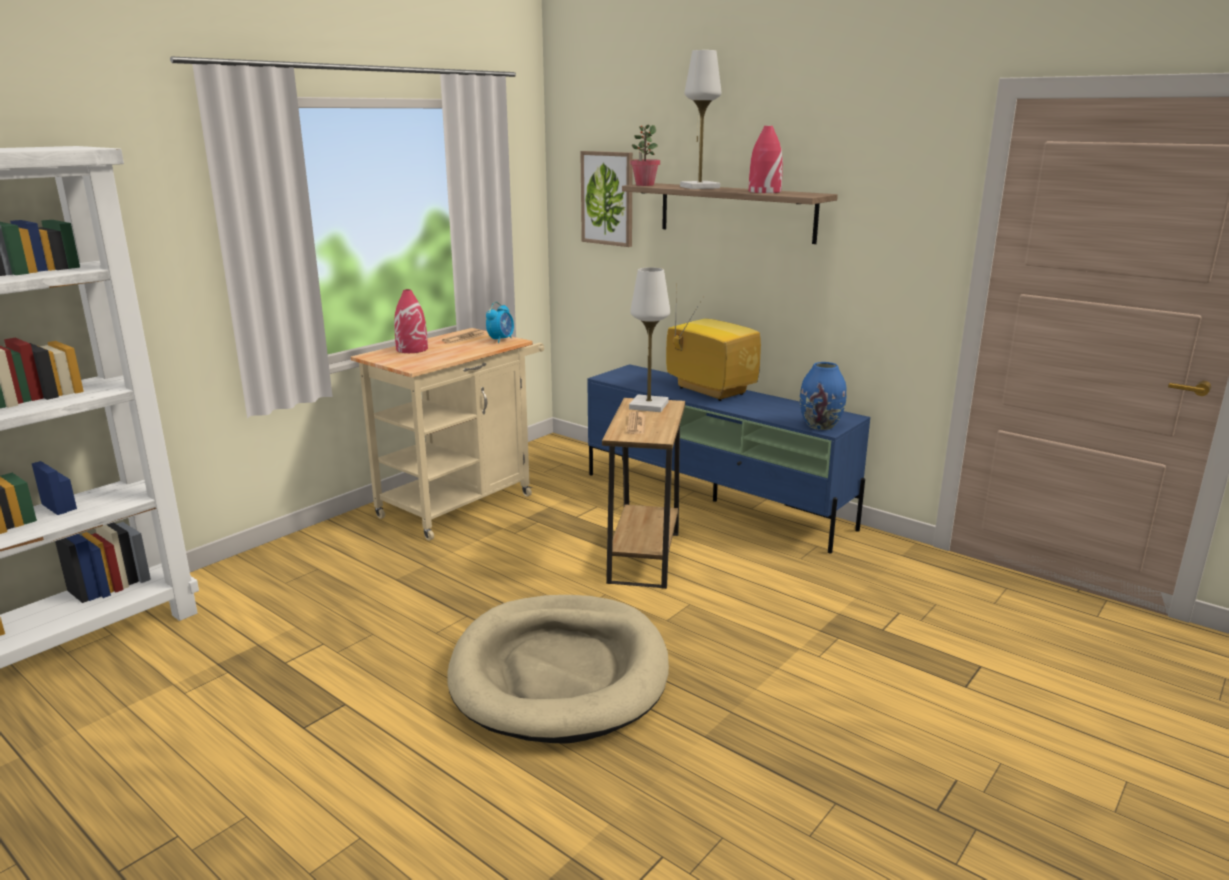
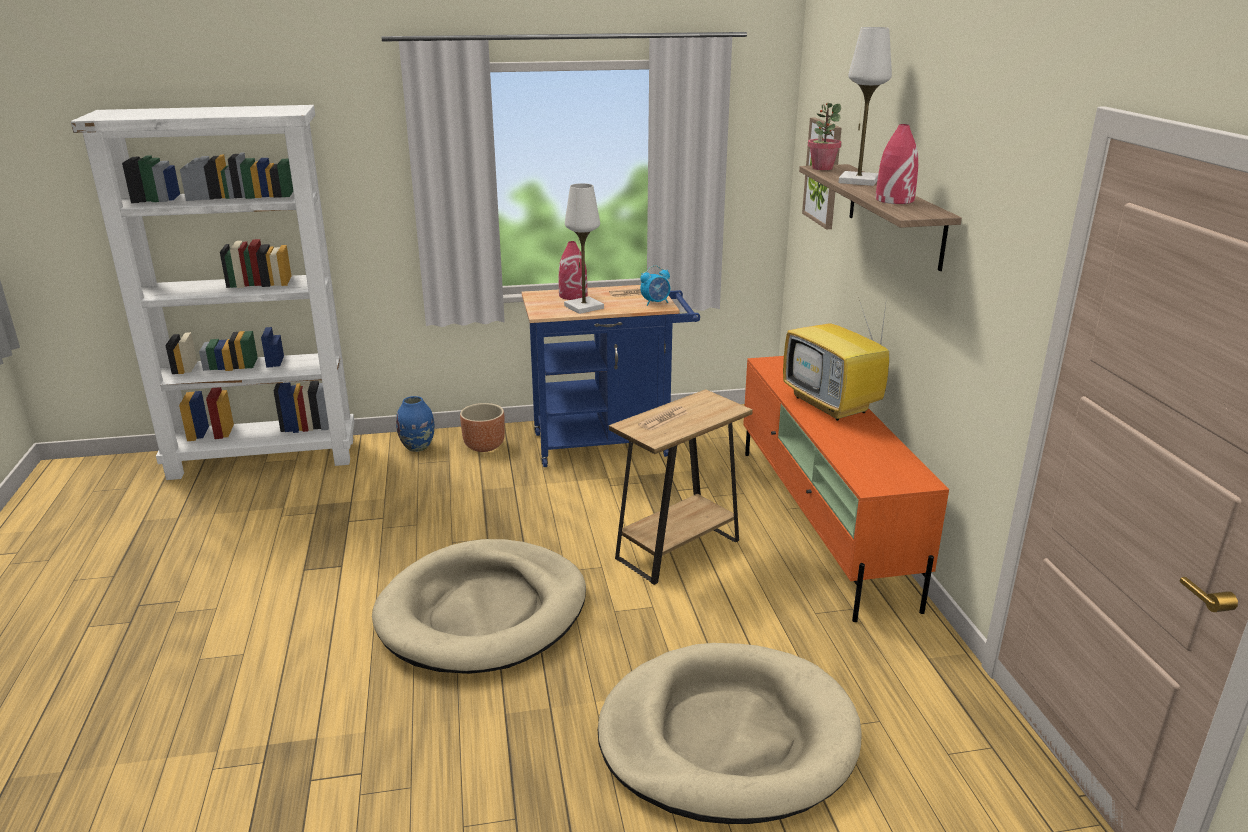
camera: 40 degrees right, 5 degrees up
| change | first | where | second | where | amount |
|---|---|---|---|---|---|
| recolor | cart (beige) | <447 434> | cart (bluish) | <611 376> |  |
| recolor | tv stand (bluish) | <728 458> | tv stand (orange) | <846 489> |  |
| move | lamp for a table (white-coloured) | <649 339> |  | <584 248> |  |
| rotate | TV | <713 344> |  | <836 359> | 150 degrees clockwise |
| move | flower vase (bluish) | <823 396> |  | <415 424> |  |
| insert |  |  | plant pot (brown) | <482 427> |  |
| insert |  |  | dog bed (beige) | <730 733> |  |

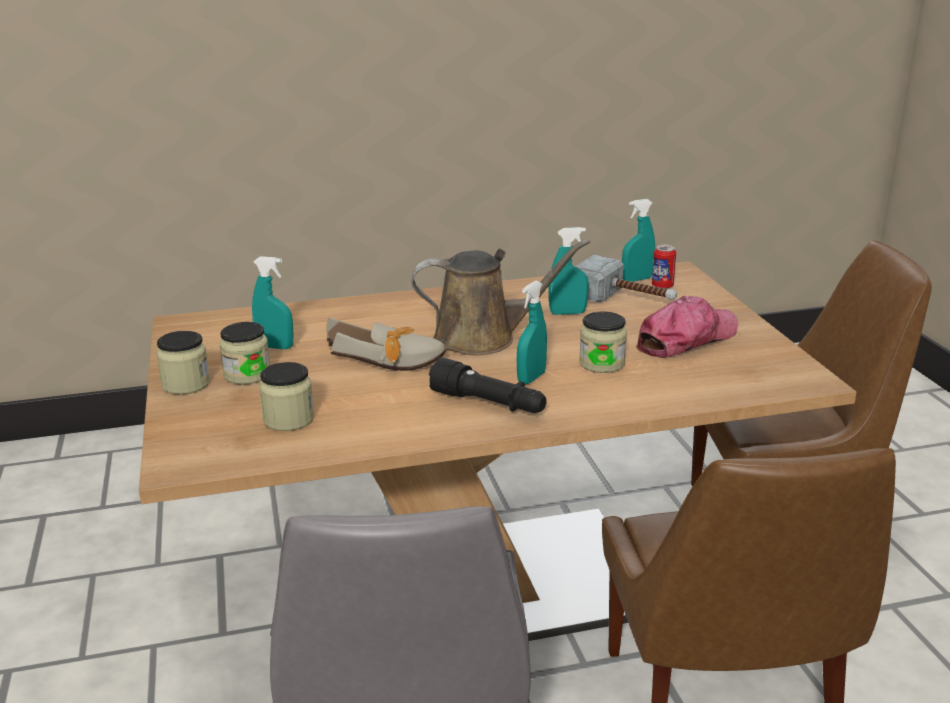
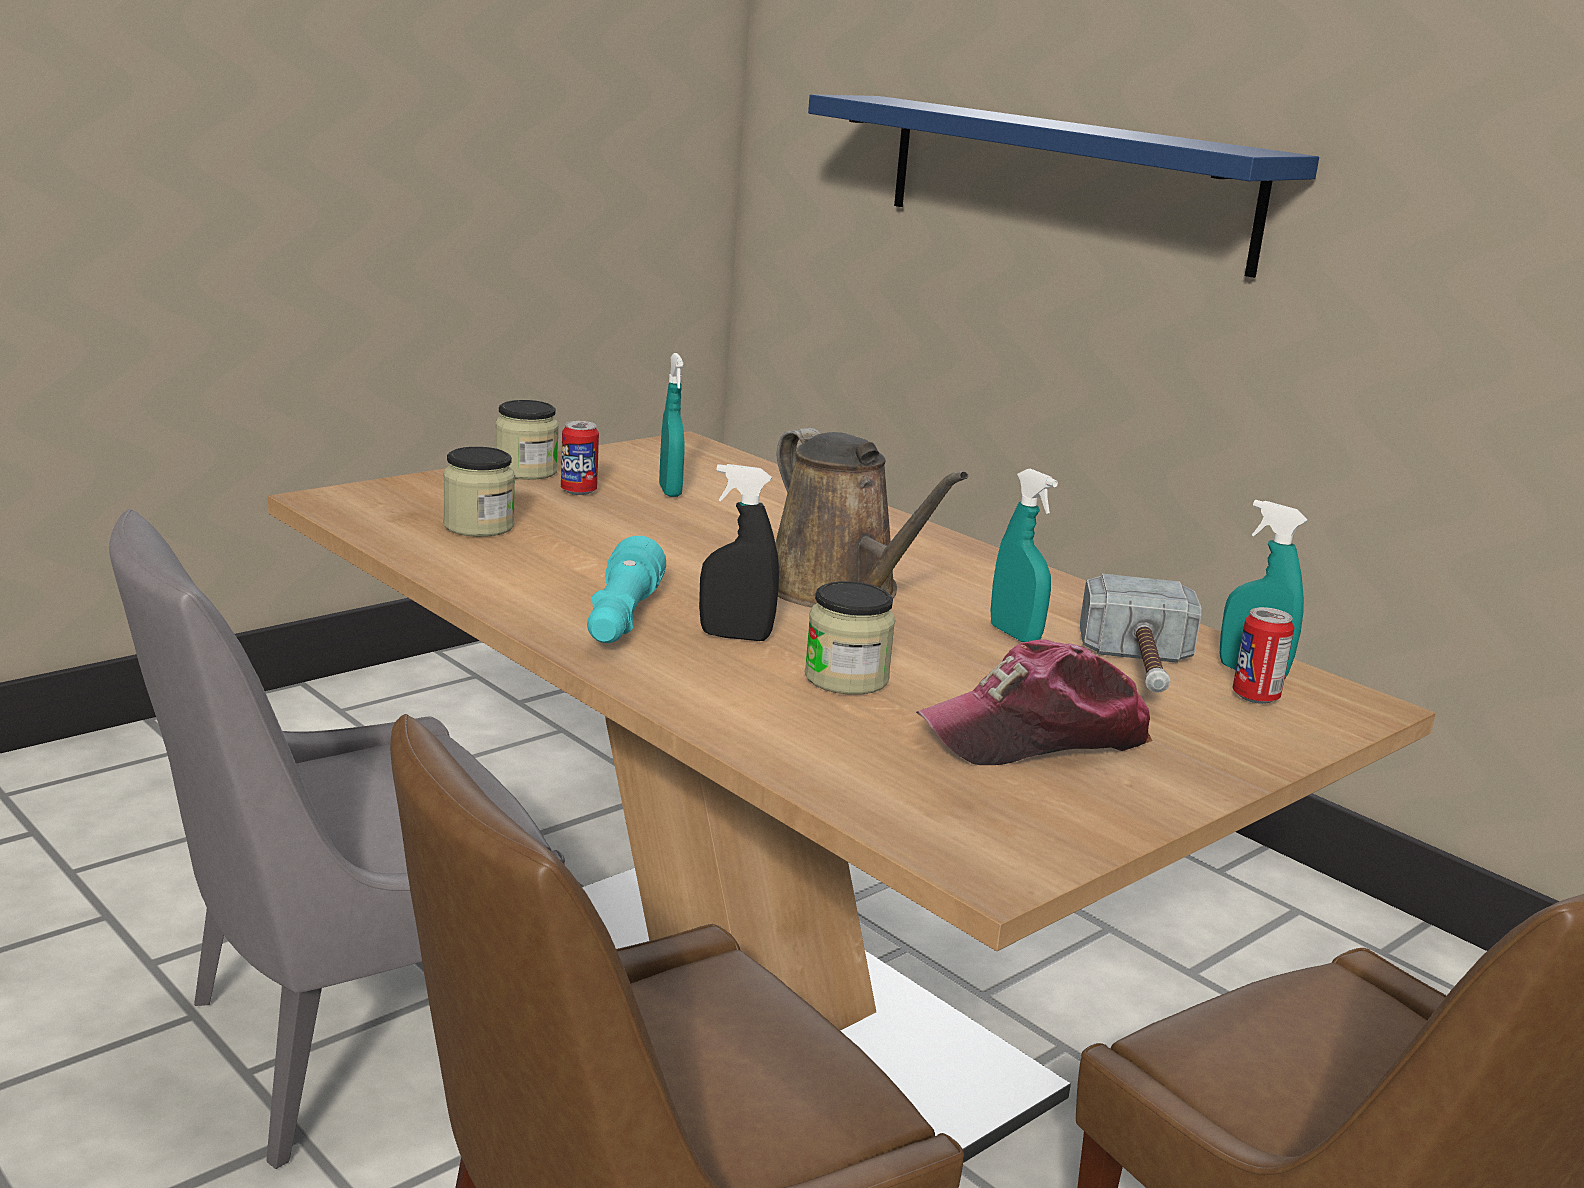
camera: 60 degrees right, 5 degrees down
| change | first | where | second | where | amount |
|---|---|---|---|---|---|
| replace | preserve jar | <244 353> | sealed can | <580 458> |  |
| delete | shoe | <386 344> |  |  |  |
| recolor | hand torch (black) | <488 385> | hand torch (turquoise) | <626 589> |  |
| recolor | spray bottle (turquoise) | <532 332> | spray bottle (black) | <739 552> |  |
| rotate | baseball cap | <687 327> |  | <1034 702> | 135 degrees clockwise |
| insert |  |  | wall shelf (bluish) | <1063 186> |  |

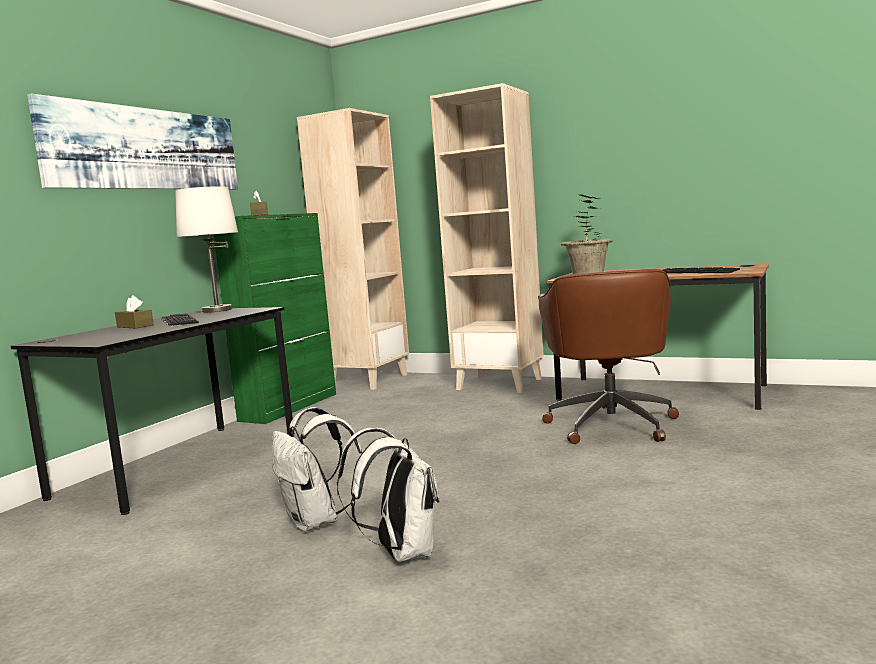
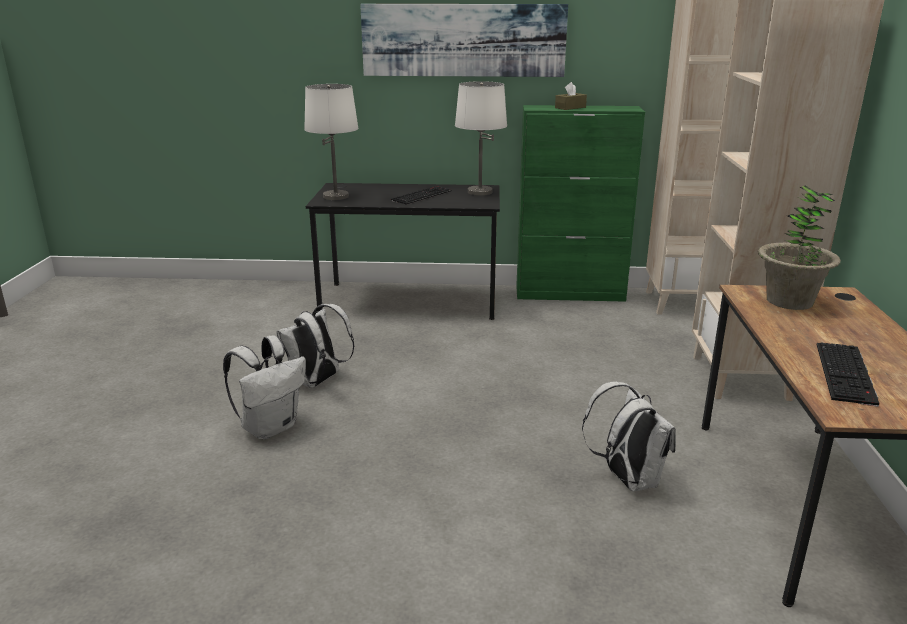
camera: 65 degrees right, 15 degrees up
| change | first | where | second | where | amount |
|---|---|---|---|---|---|
| delete | tissue holder (brown) | <134 311> |  |  |  |
| replace | office chair (brown) | <608 356> | rucksack (white-coloured) | <629 437> |  |
| insert |  |  | lamp for a table (white-coloured) | <331 142> |  |

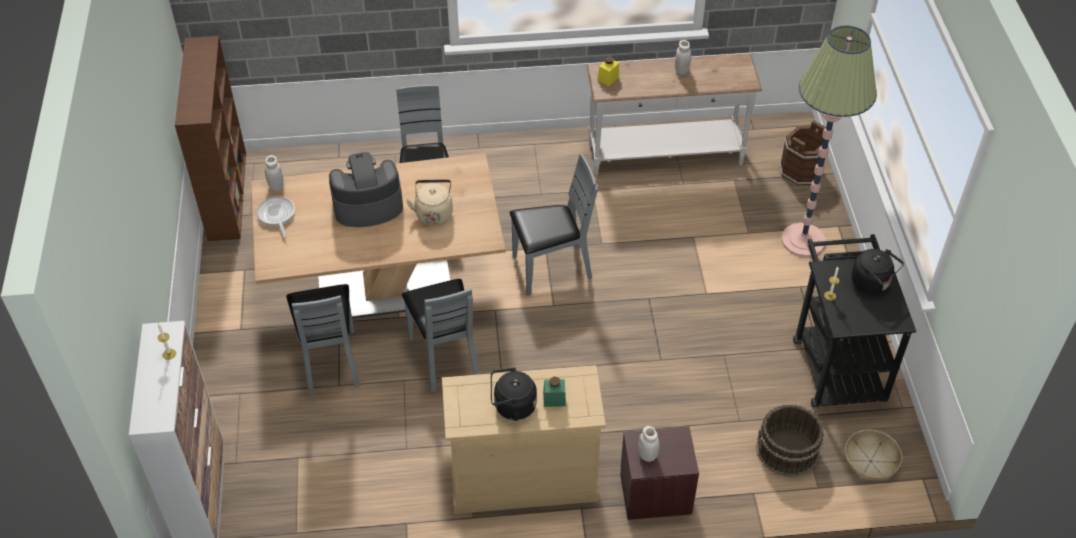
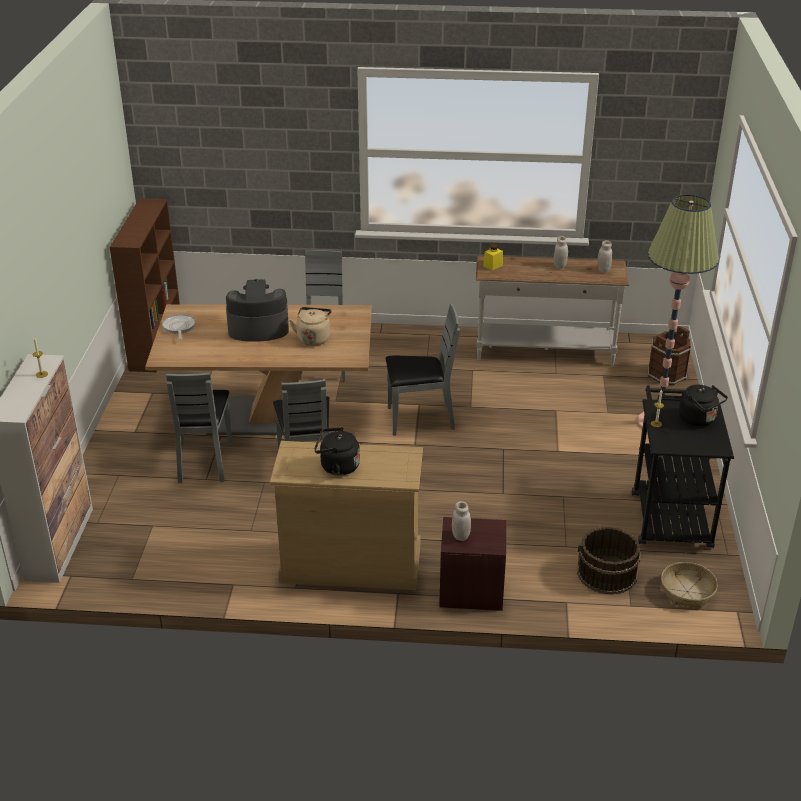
camera: 10 degrees right, 15 degrees down
| change | first | where | second | where | amount |
|---|---|---|---|---|---|
| move | preserve jar (white-coloured) | <274 173> |  | <604 257> |  |
| delete | preserve jar (green-coloured) | <554 391> |  |  |  |

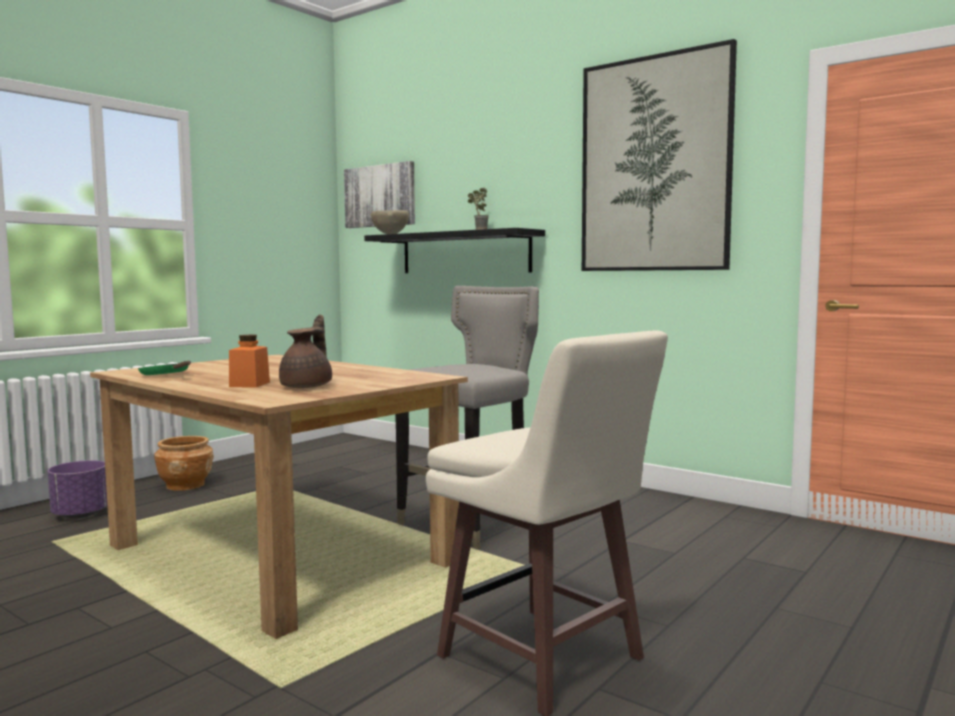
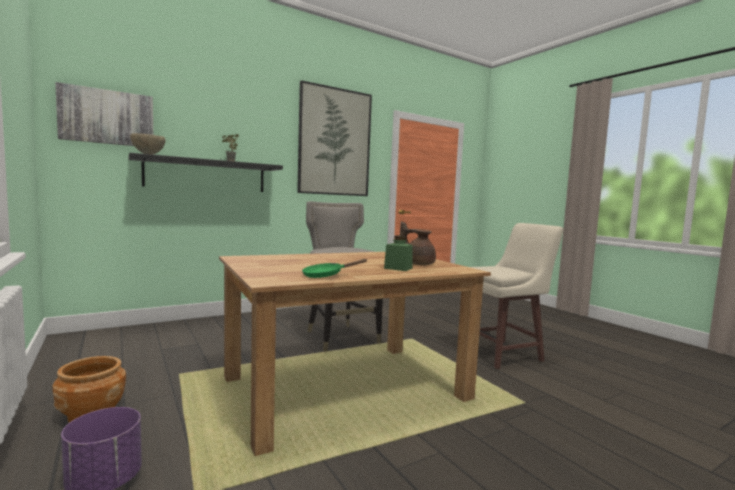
camera: 70 degrees left, 0 degrees up
| change | first | where | second | where | amount |
|---|---|---|---|---|---|
| recolor | preserve jar (orange) | <249 361> | preserve jar (green-coloured) | <398 253> |  |

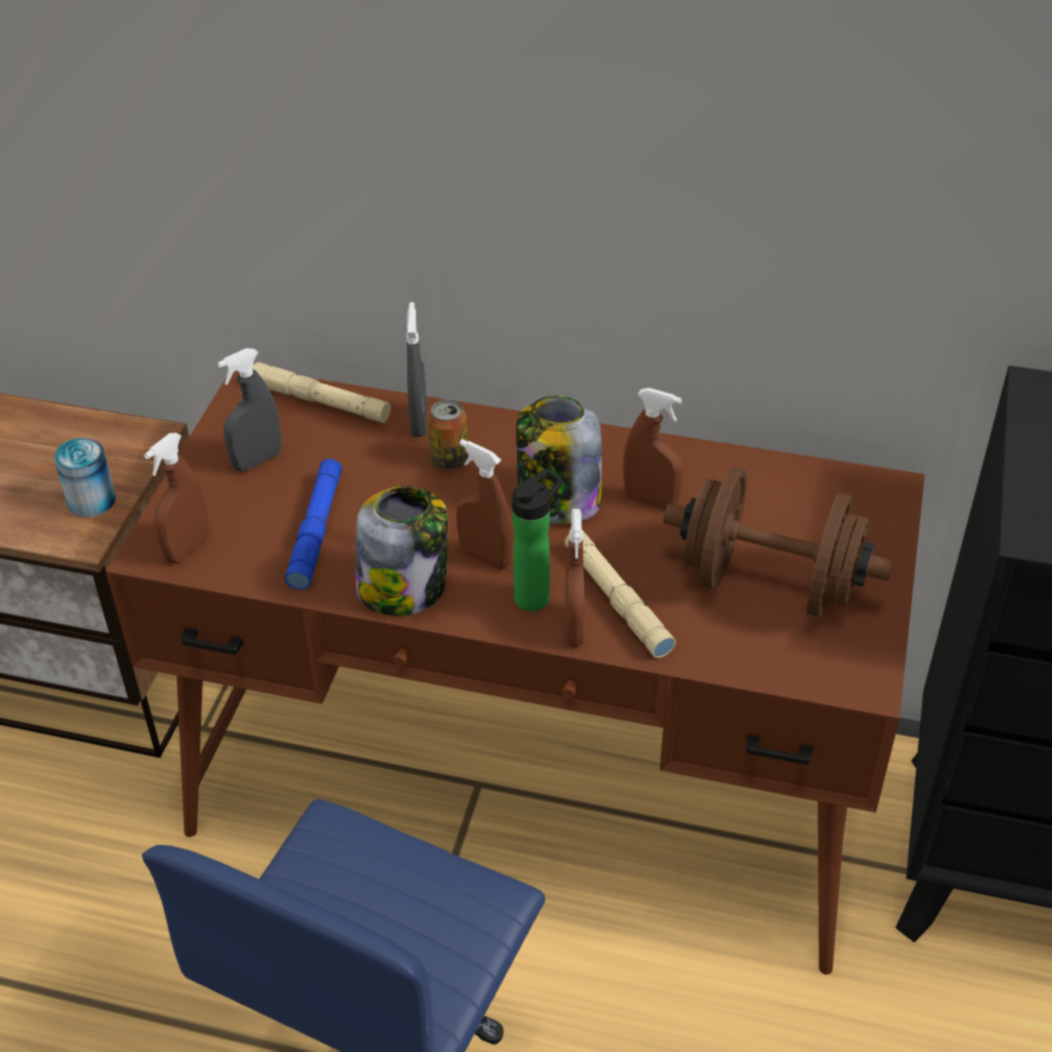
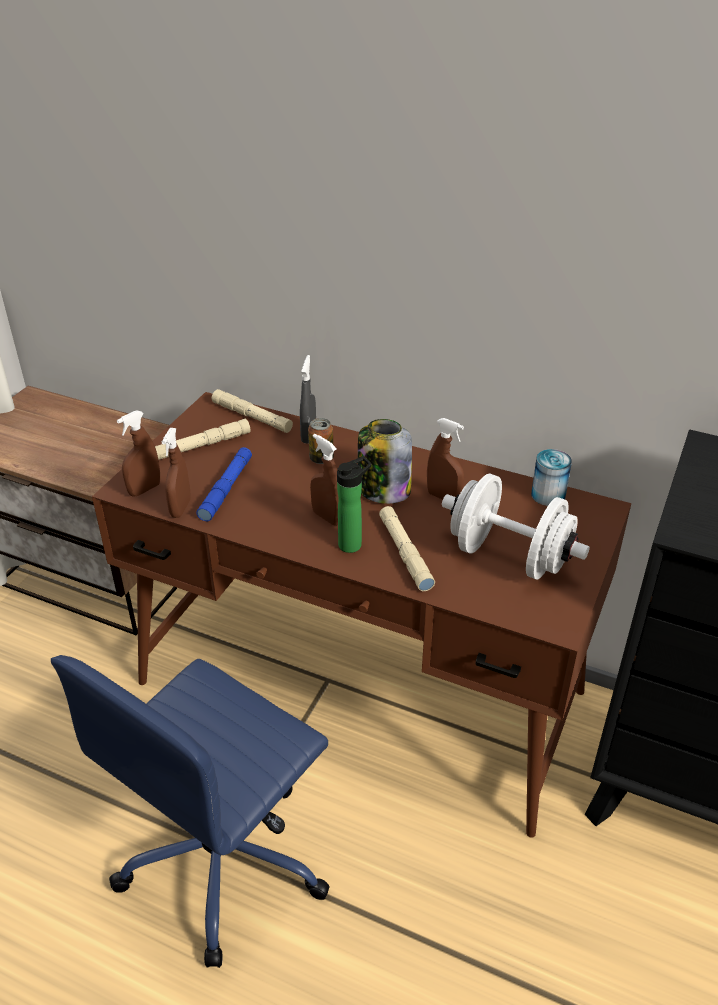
camera: 10 degrees right, 5 degrees down
| change | first | where | second | where | amount |
|---|---|---|---|---|---|
| move | sealed can | <85 477> |  | <551 477> |  |
| replace | spray bottle (greyish) | <249 409> | hand torch (beige) | <202 439> |  |
| delete | preserve jar | <402 551> |  |  |  |
| move | spray bottle (brown) | <575 578> |  | <176 473> |  |
| recolor | free weight (brown) | <778 542> | free weight (white-coloured) | <516 526> |  |

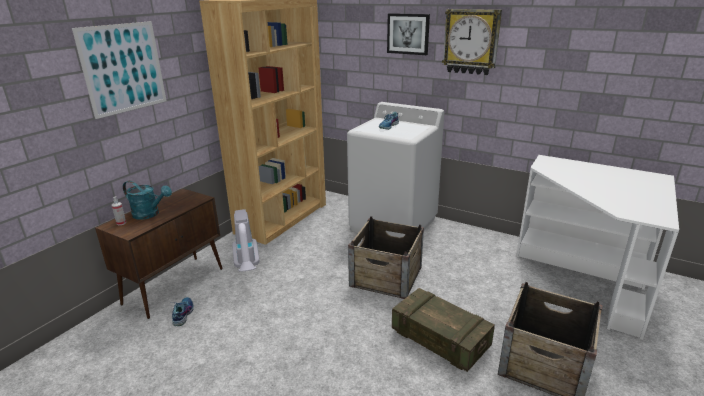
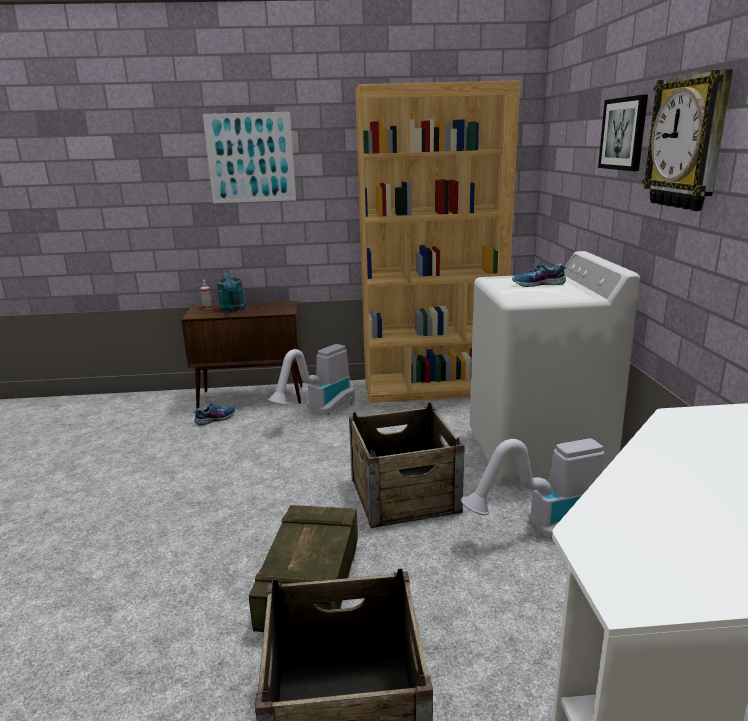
camera: 55 degrees right, 5 degrees down
| change | first | where | second | where | amount |
|---|---|---|---|---|---|
| insert |  |  | vacuum | <532 489> |  |

